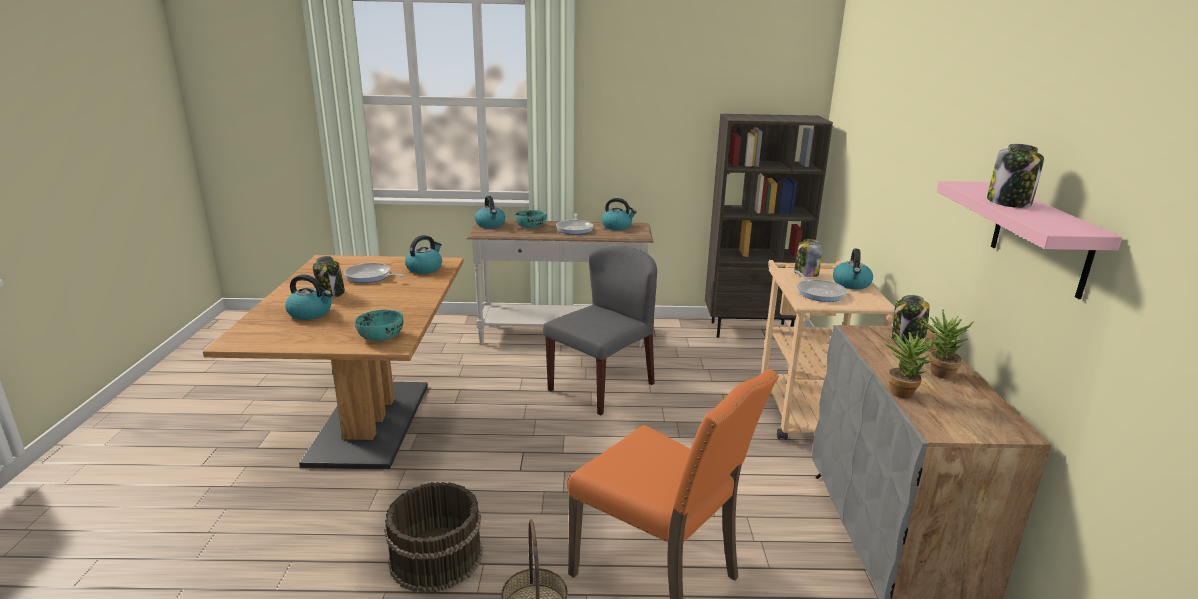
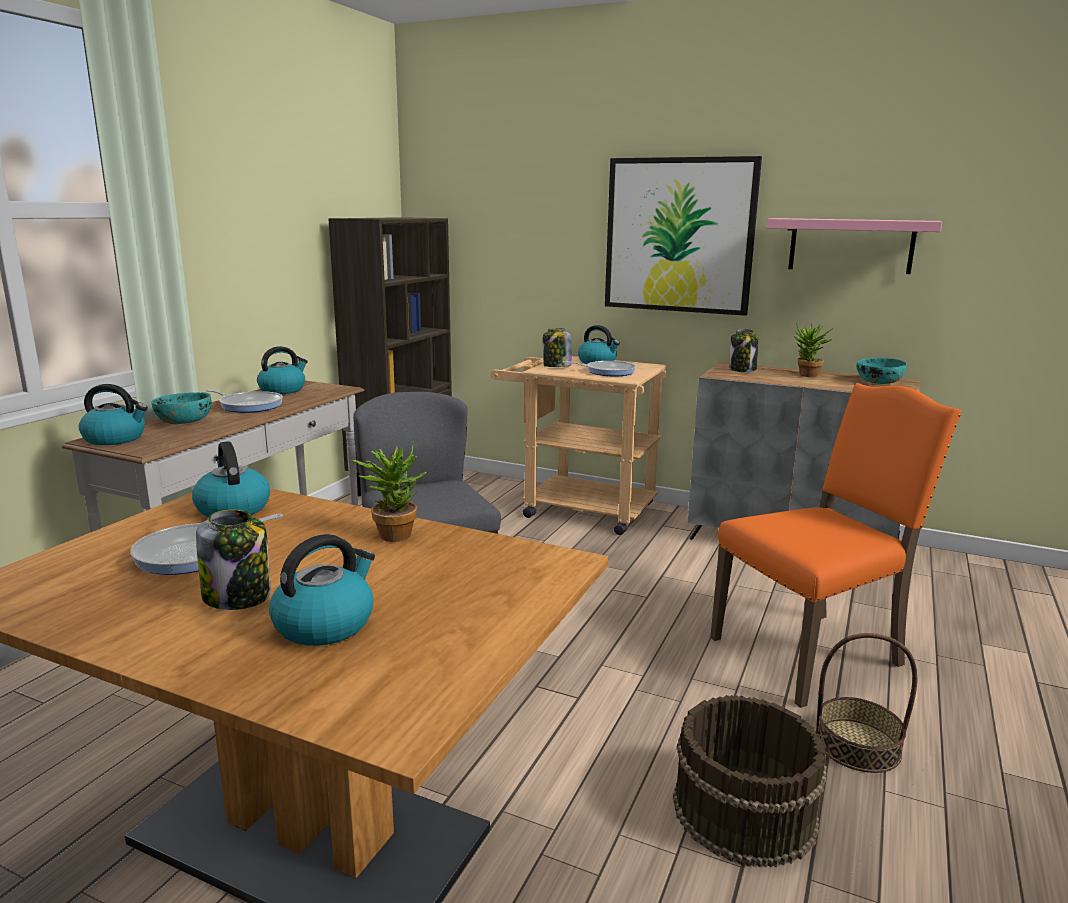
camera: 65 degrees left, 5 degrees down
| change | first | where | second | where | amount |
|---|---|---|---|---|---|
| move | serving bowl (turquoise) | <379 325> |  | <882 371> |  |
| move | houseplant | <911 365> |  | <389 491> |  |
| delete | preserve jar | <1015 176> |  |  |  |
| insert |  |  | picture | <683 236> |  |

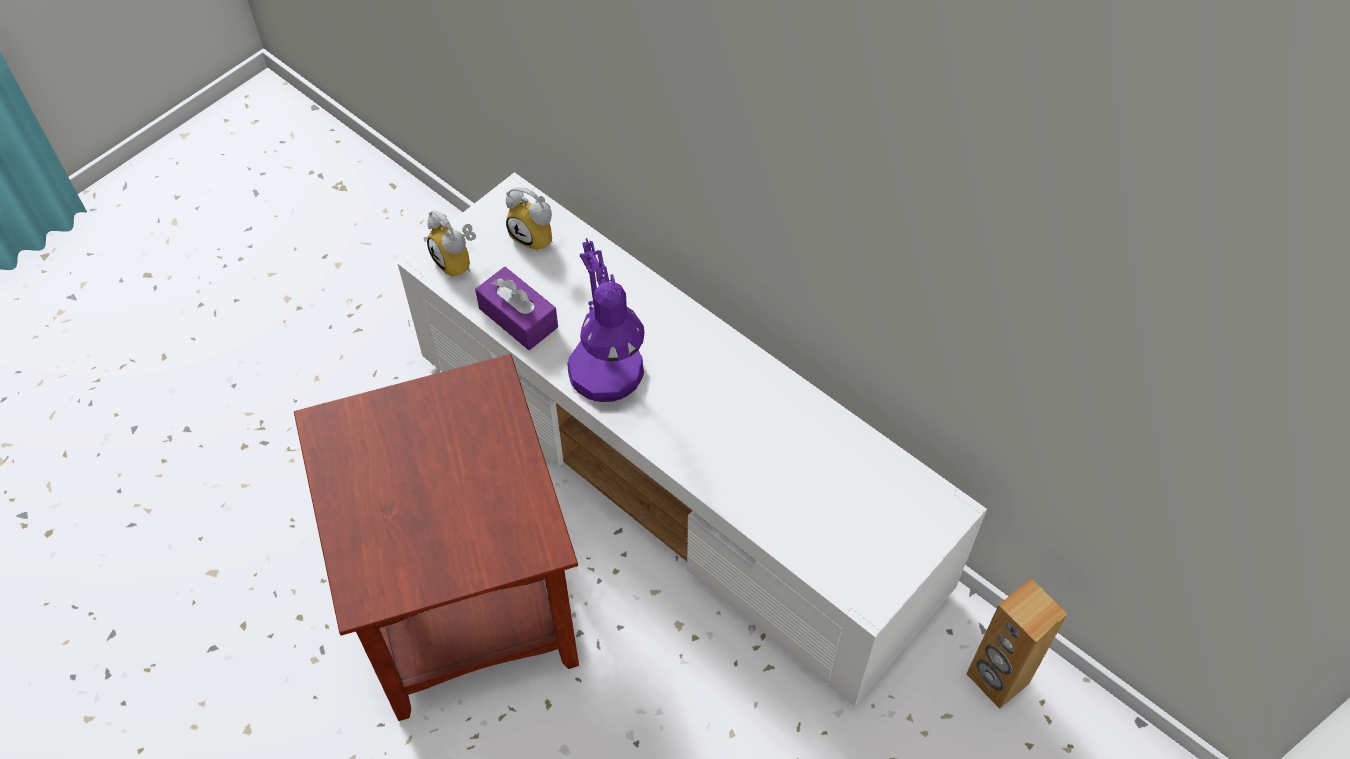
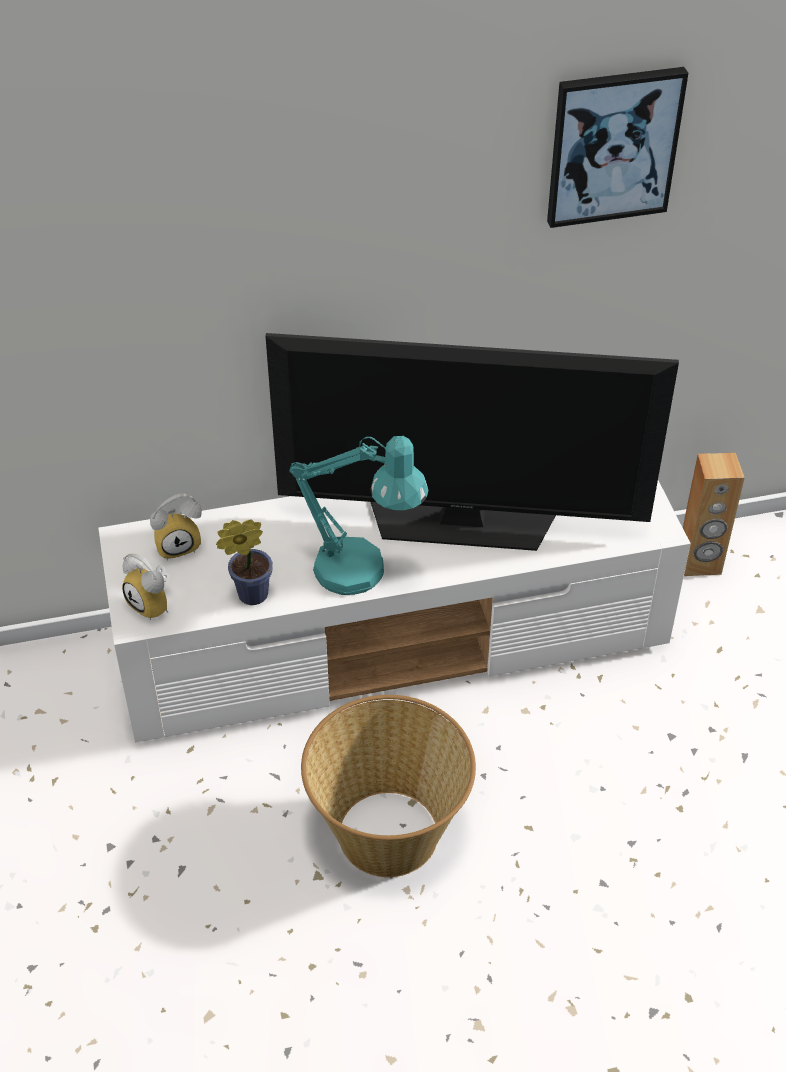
camera: 55 degrees left, 10 degrees down
| change | first | where | second | where | amount |
|---|---|---|---|---|---|
| replace | side table (brown) | <436 537> | storage basket | <388 786> |  |
| rotate | alarm clock | <451 244> |  | <146 586> | 45 degrees clockwise |
| replace | tissue holder (purple) | <516 308> | houseplant | <244 562> |  |
| recolor | lamp for a table (purple) | <605 320> | lamp for a table (turquoise) | <359 515> |  |
| insert |  |  | TV | <472 442> |  |
| insert |  |  | picture | <617 147> |  |

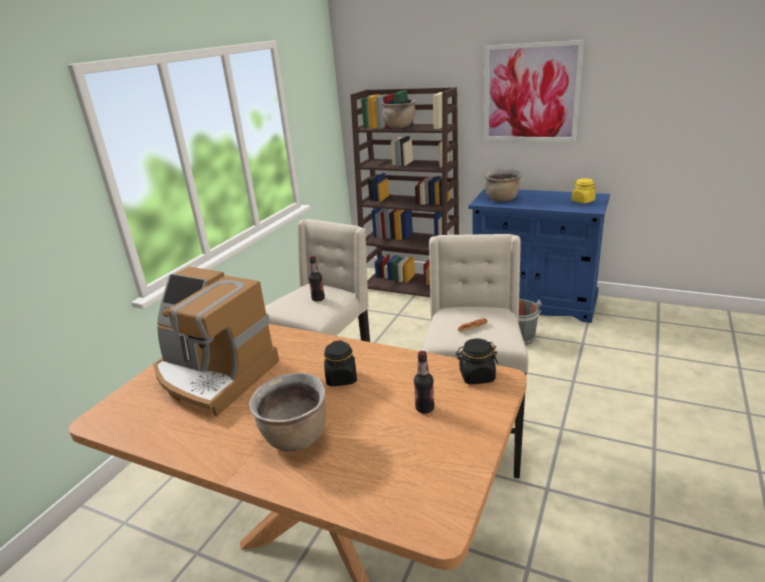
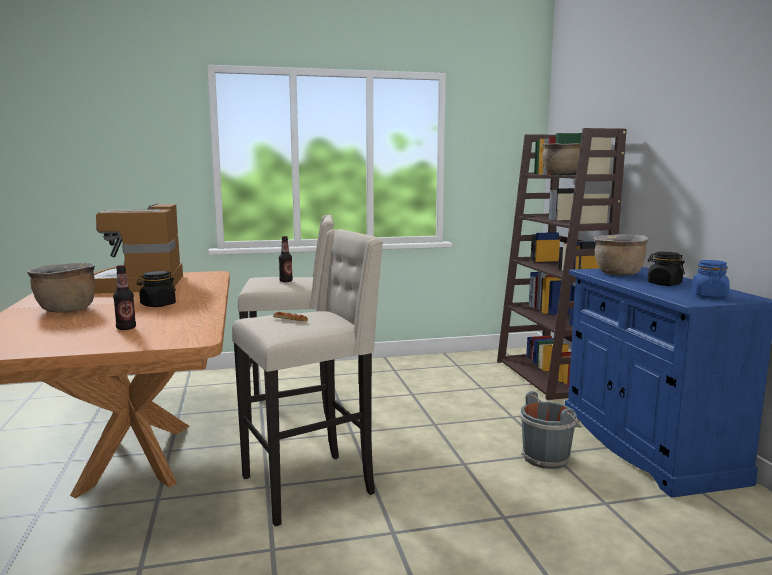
camera: 50 degrees right, 15 degrees down
| change | first | where | second | where | amount |
|---|---|---|---|---|---|
| move | preserve jar (black) | <477 361> |  | <666 269> |  |
| delete | picture | <534 91> |  |  |  |
| recolor | preserve jar (yellow) | <584 190> | preserve jar (bluish) | <711 279> |  |

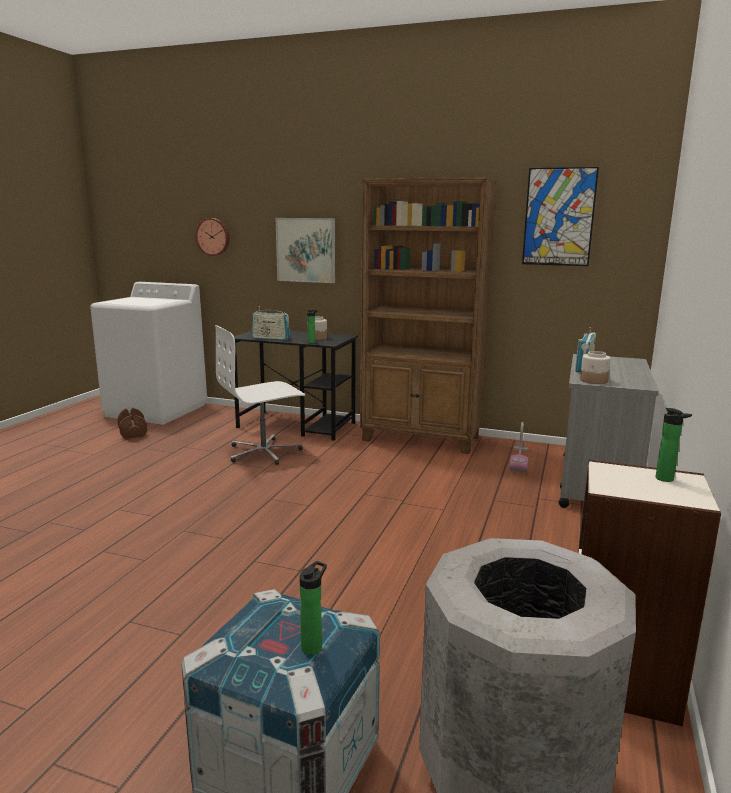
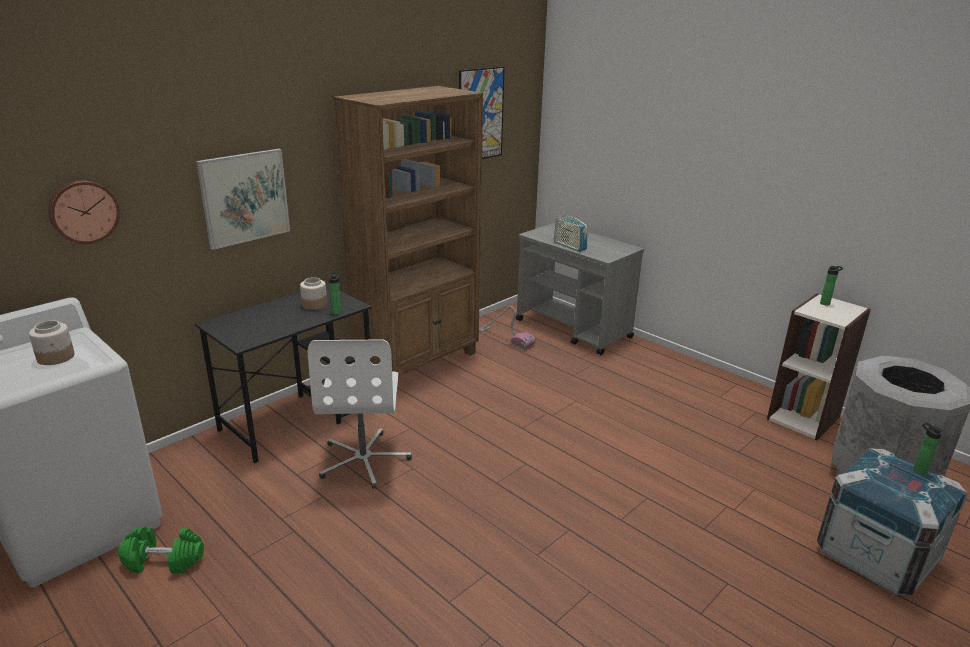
camera: 65 degrees left, 10 degrees up
| change | first | where | second | where | amount |
|---|---|---|---|---|---|
| recolor | free weight (brown) | <132 423> | free weight (green-coloured) | <161 550> |  |
| delete | radio receiver | <270 324> |  |  |  |
| move | preserve jar | <595 367> |  | <52 342> |  |

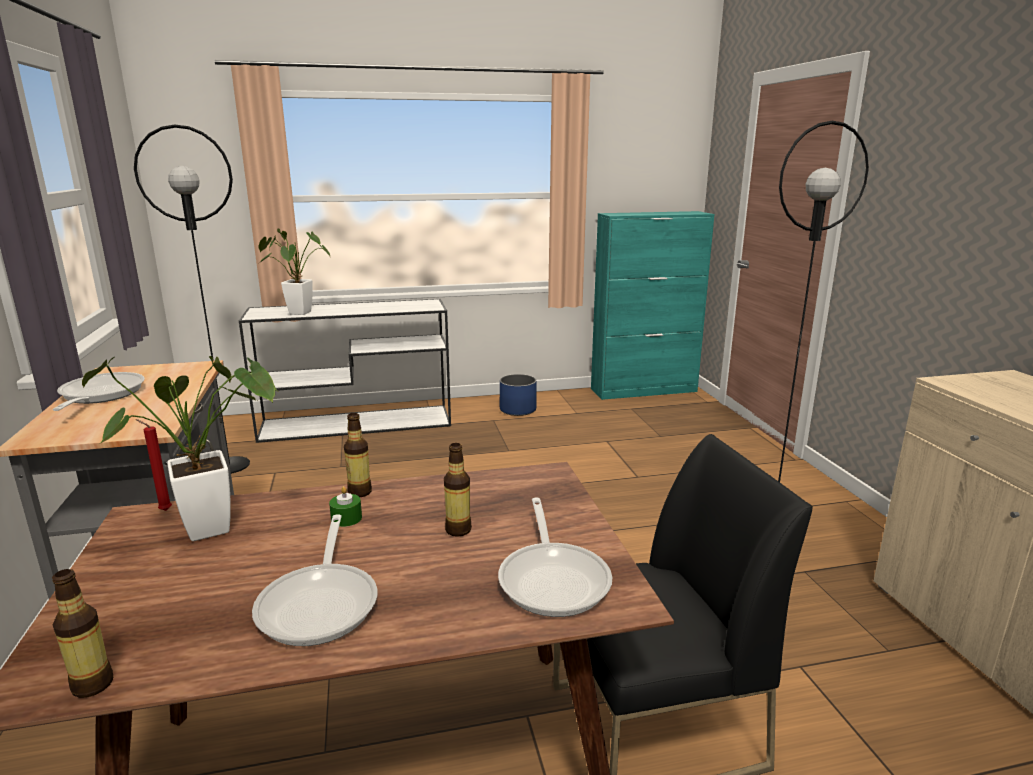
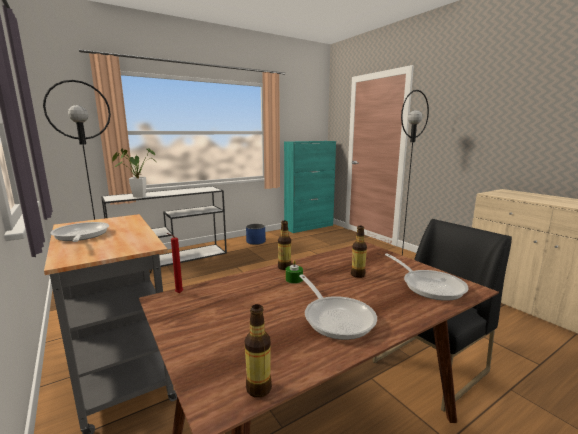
camera: 20 degrees left, 5 degrees down
| change | first | where | second | where | amount |
|---|---|---|---|---|---|
| delete | houseplant | <180 448> |  |  |  |

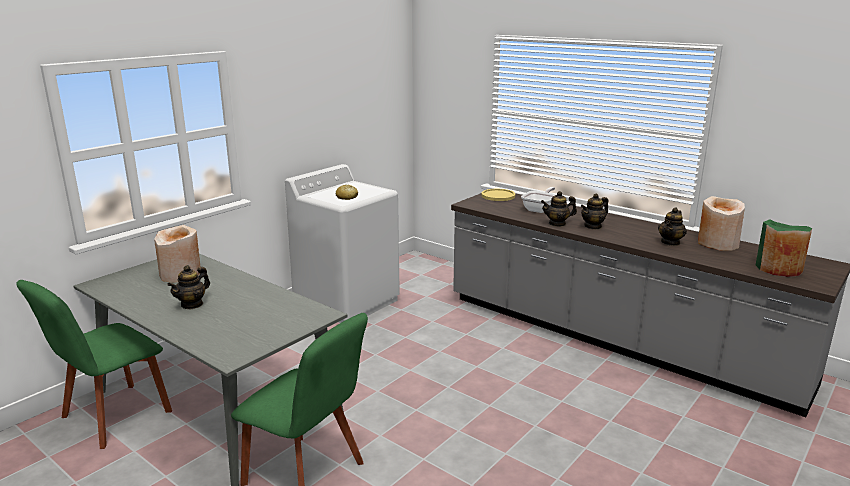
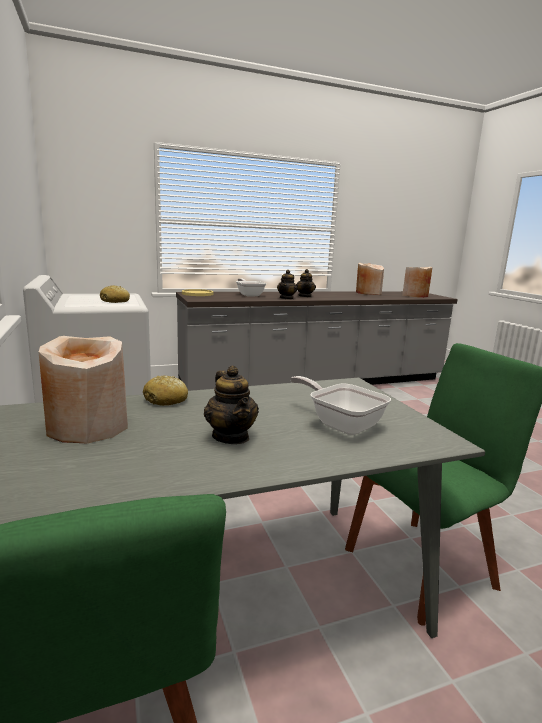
camera: 60 degrees left, 5 degrees down
| change | first | where | second | where | amount |
|---|---|---|---|---|---|
| delete | pot for tea | <672 226> |  |  |  |
| recolor | flower vase (green-coloured) | <784 248> | flower vase (beige) | <417 282> |  |
| insert |  |  | bakery bread | <165 391> |  |
| insert |  |  | frying pan | <340 405> |  |

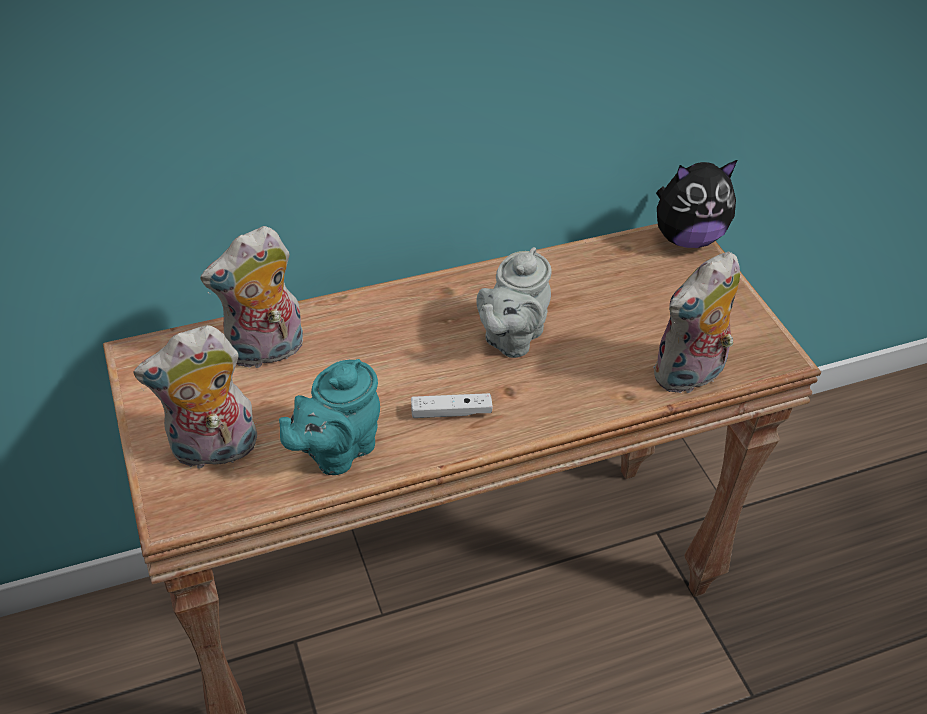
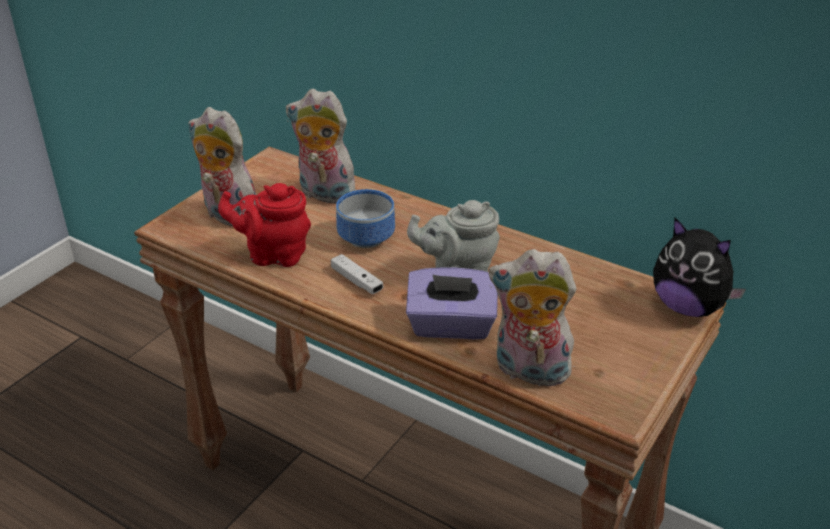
camera: 55 degrees right, 10 degrees down
| change | first | where | second | where | amount |
|---|---|---|---|---|---|
| recolor | pot for tea (turquoise) | <329 417> | pot for tea (red-coloured) | <264 225> |  |
| insert |  |  | serving bowl | <365 218> |  |
| insert |  |  | tissue holder (purple) | <452 303> |  |

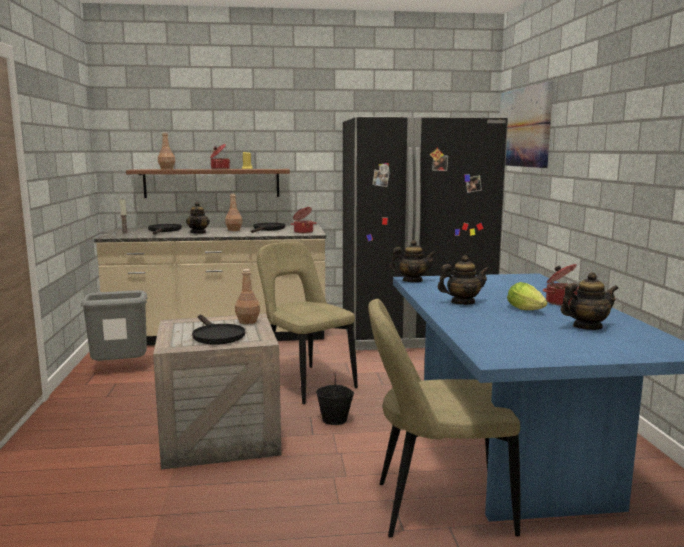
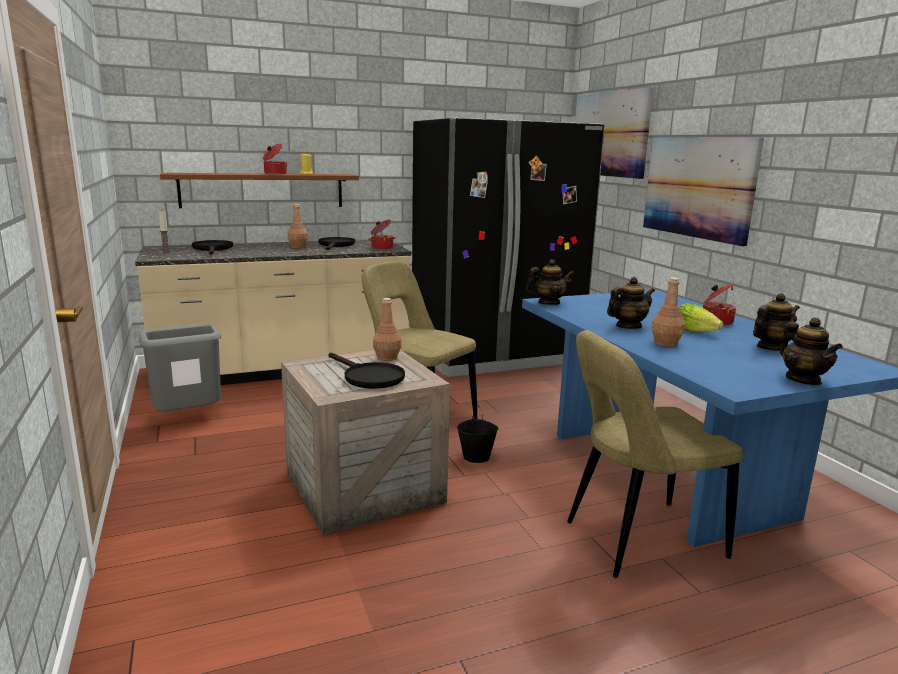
camera: 15 degrees left, 5 degrees up
| change | first | where | second | where | amount |
|---|---|---|---|---|---|
| move | bottle (brown) | <166 151> |  | <668 312> |  |
| move | pot for tea | <198 218> |  | <811 351> |  |
| insert |  |  | picture | <703 192> |  |

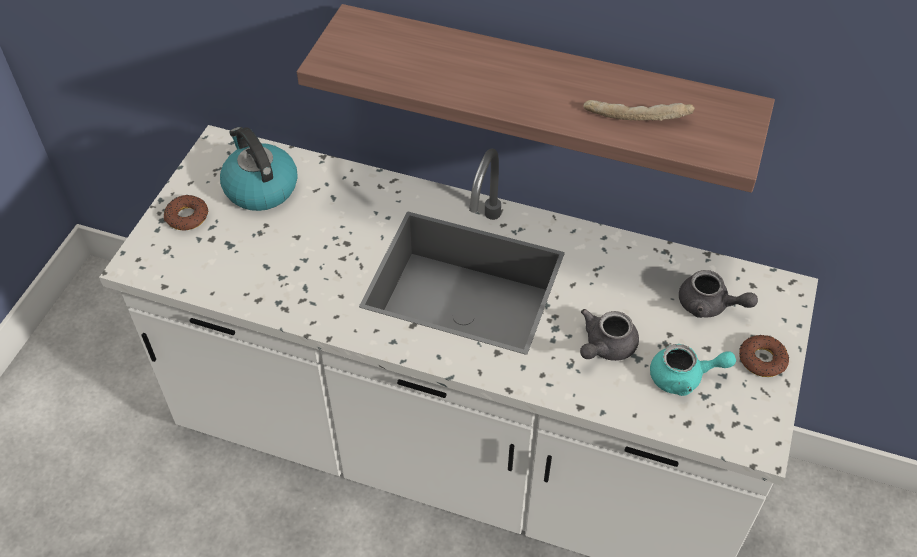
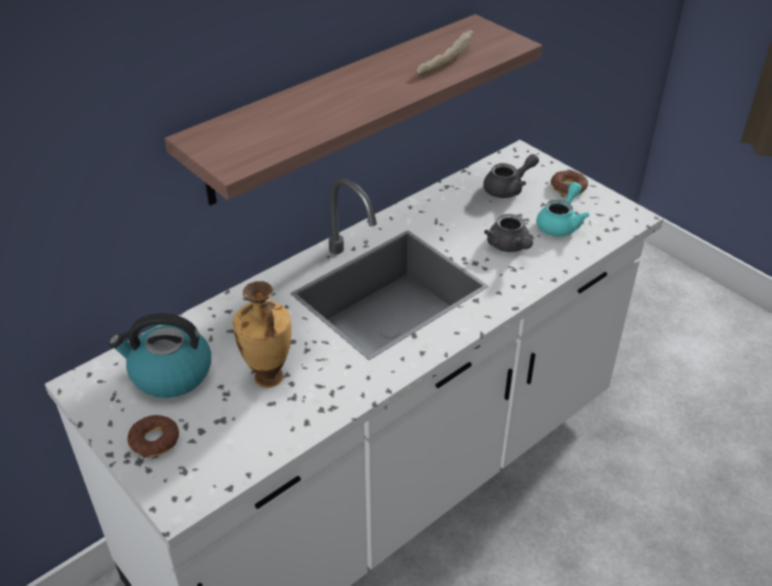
camera: 60 degrees left, 10 degrees down
| change | first | where | second | where | amount |
|---|---|---|---|---|---|
| insert |  |  | flower vase | <262 334> |  |

